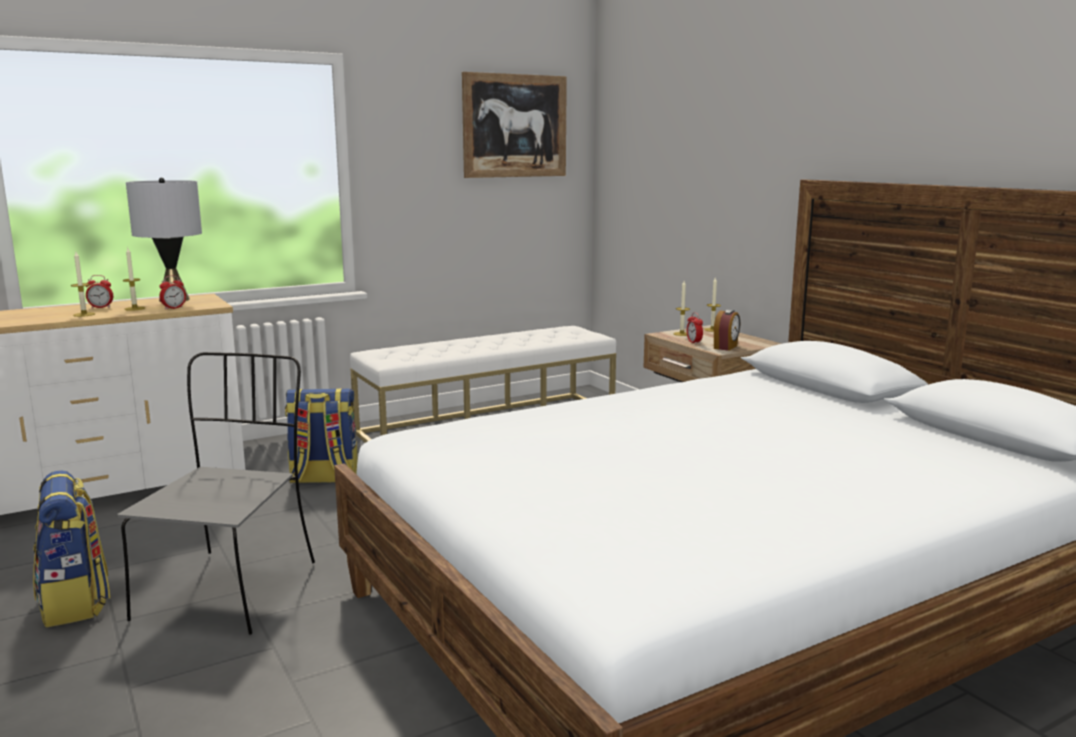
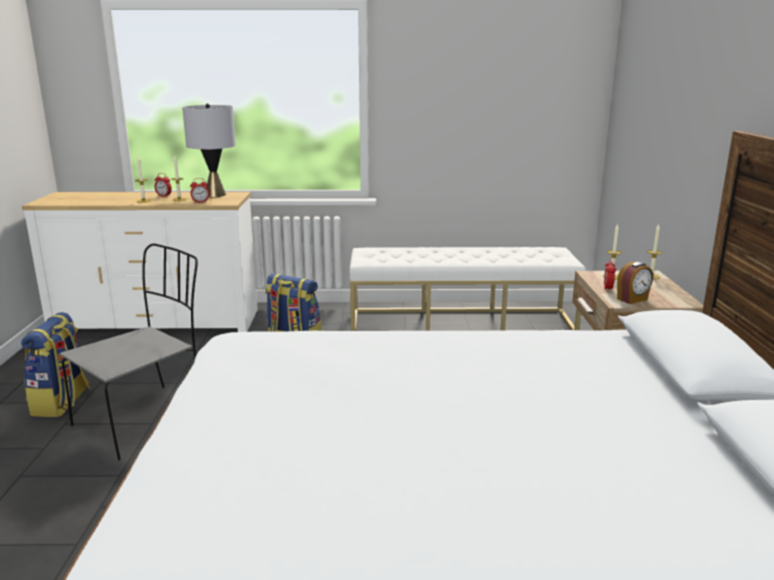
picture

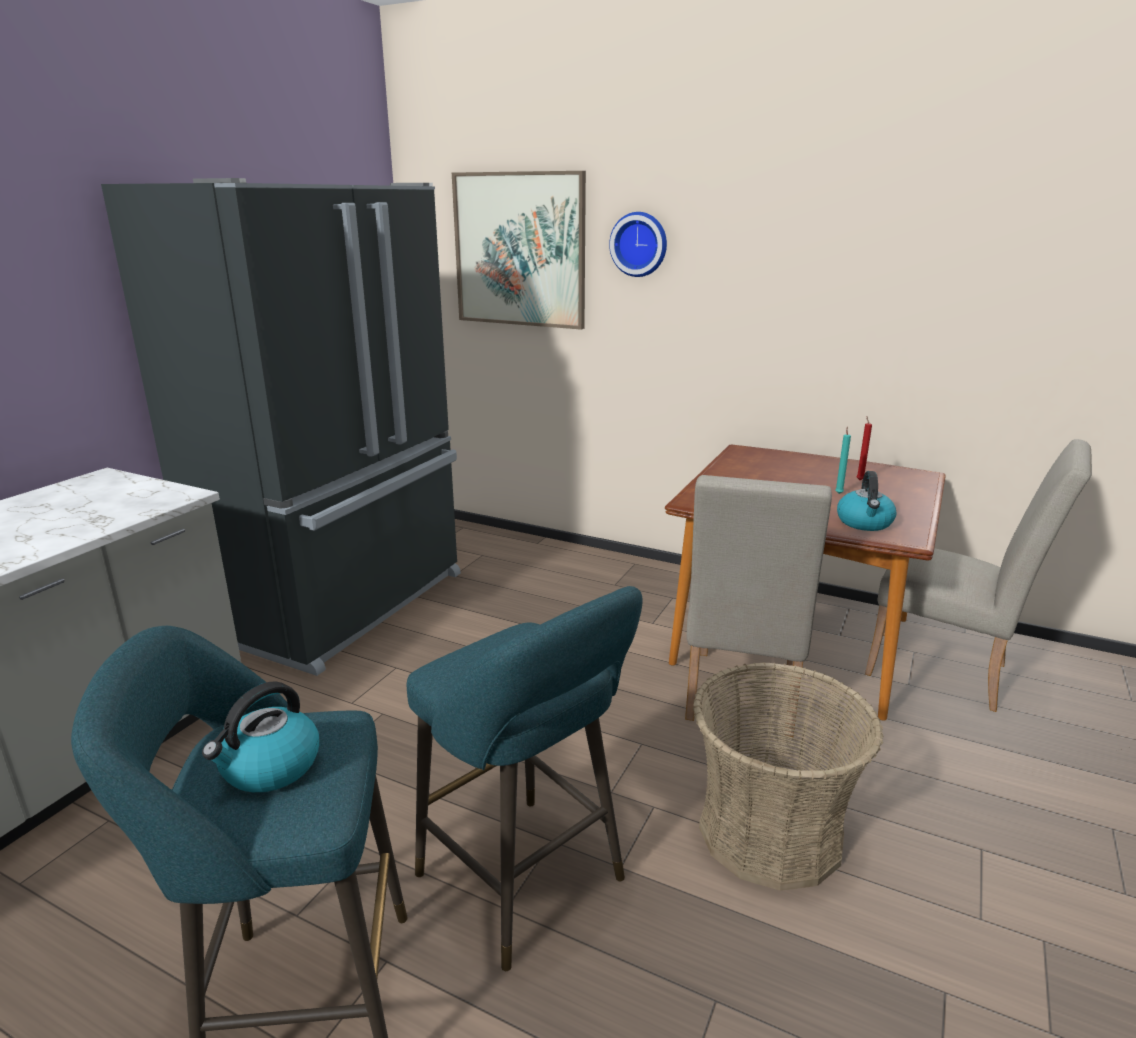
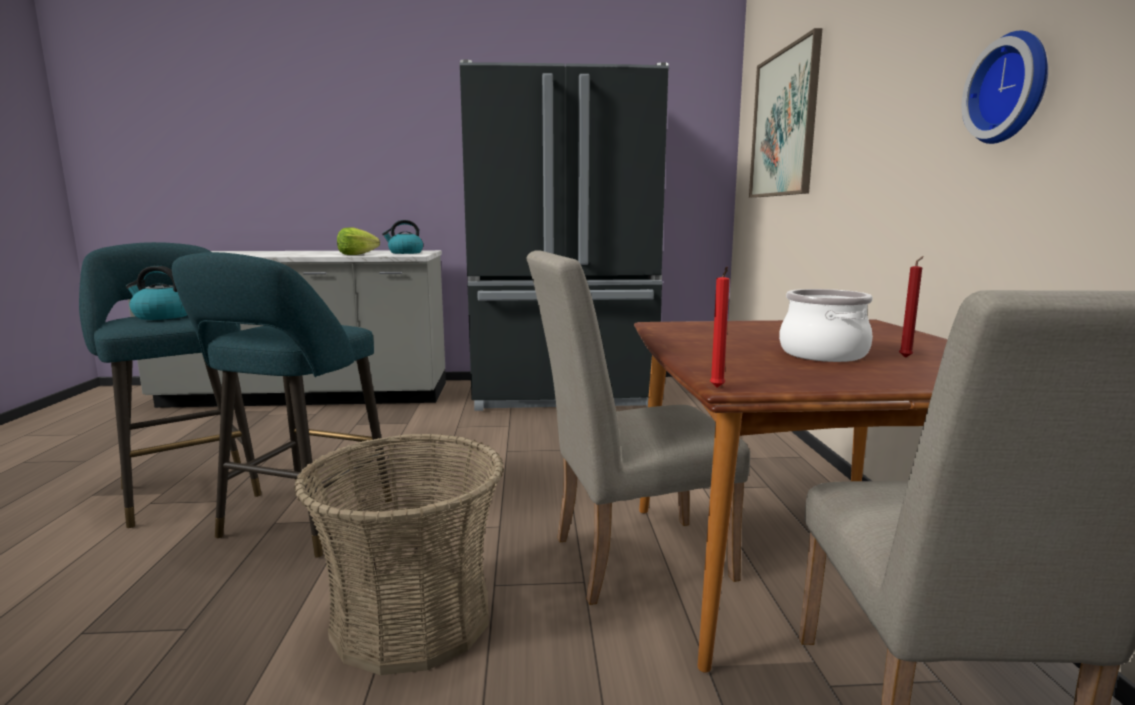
lettuce
red candle (no. 1 from left)
wall clock
kettle (no. 2 from left)
cooking pot

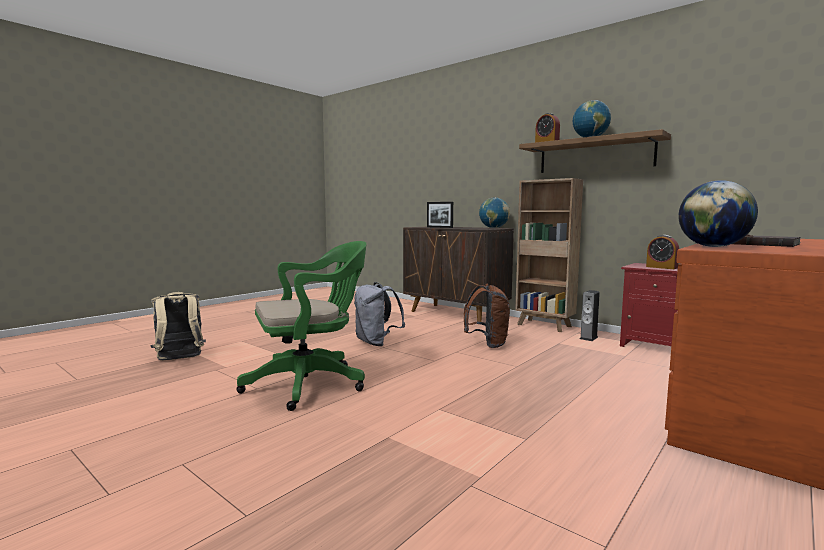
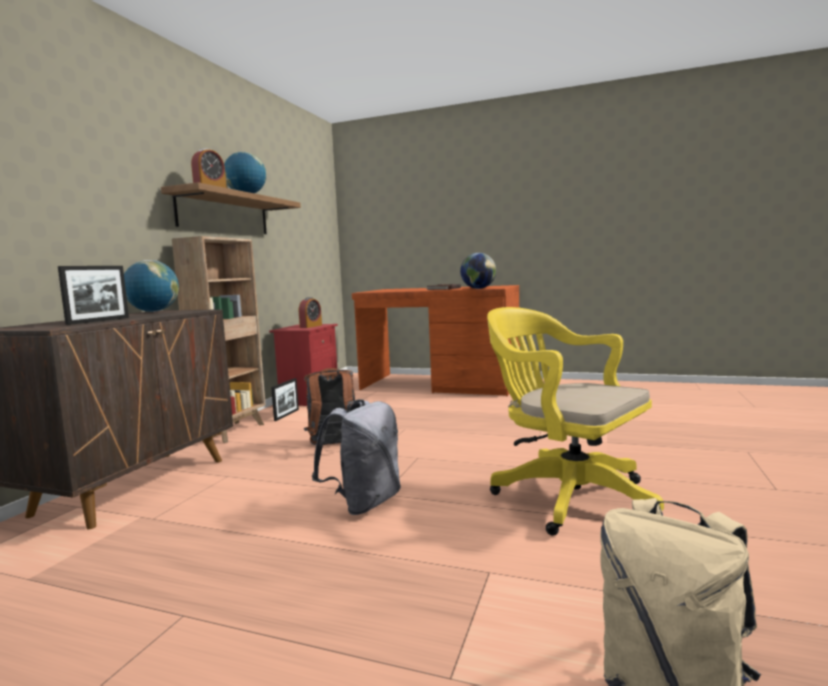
picture frame (no. 2 from left)
yellow office chair

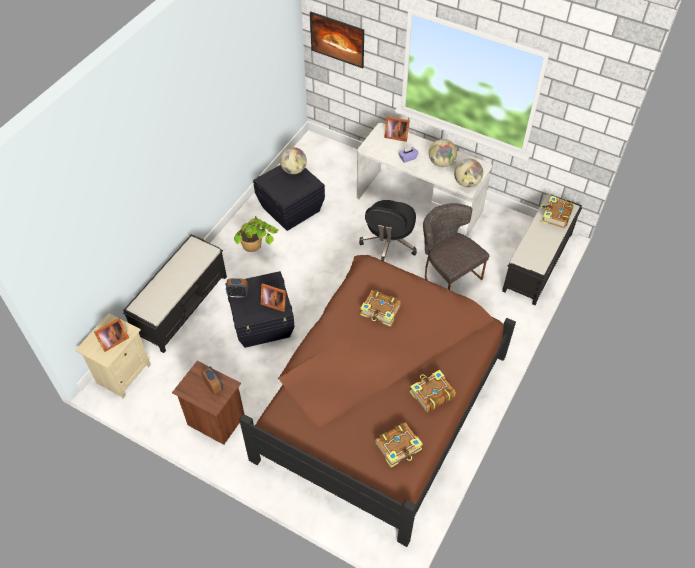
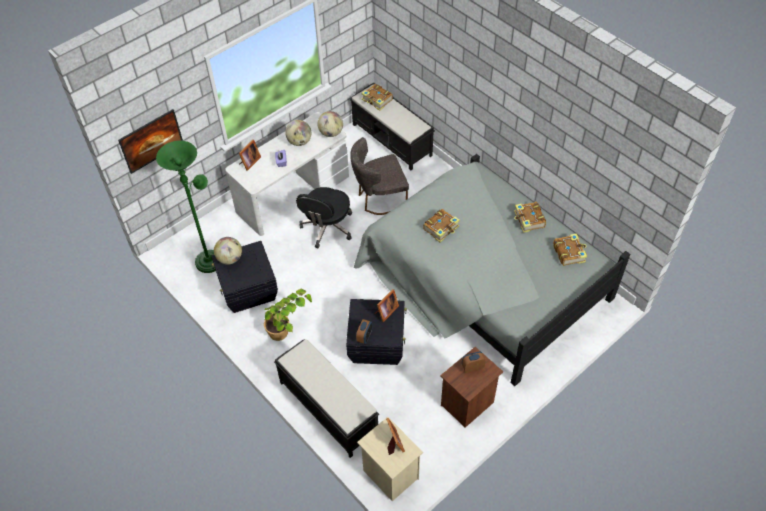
green floor lamp
grey bed
black office chair

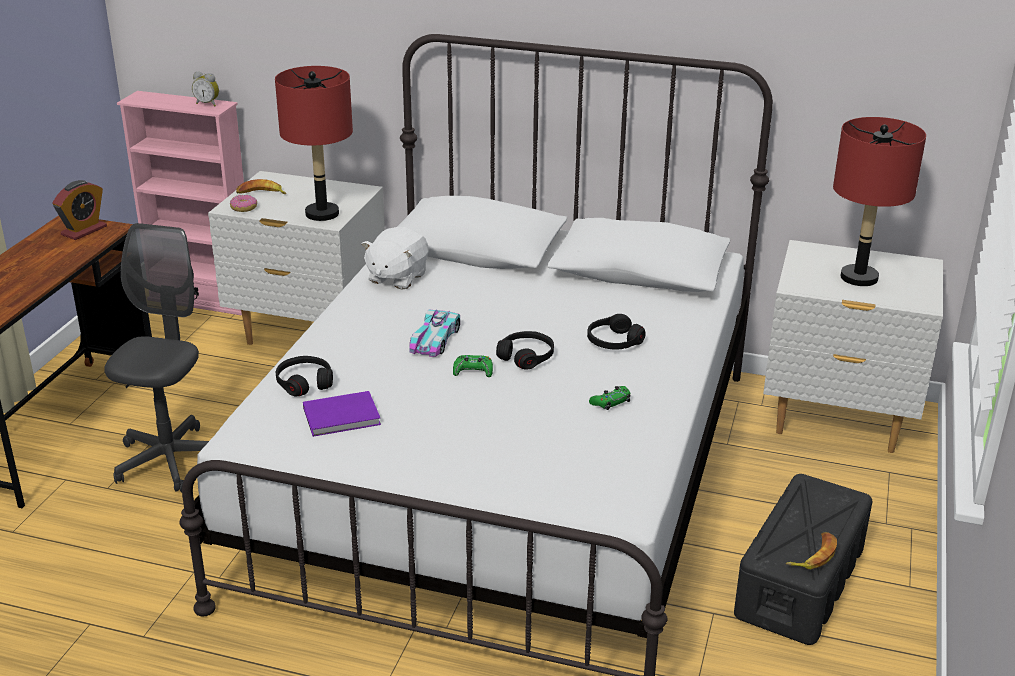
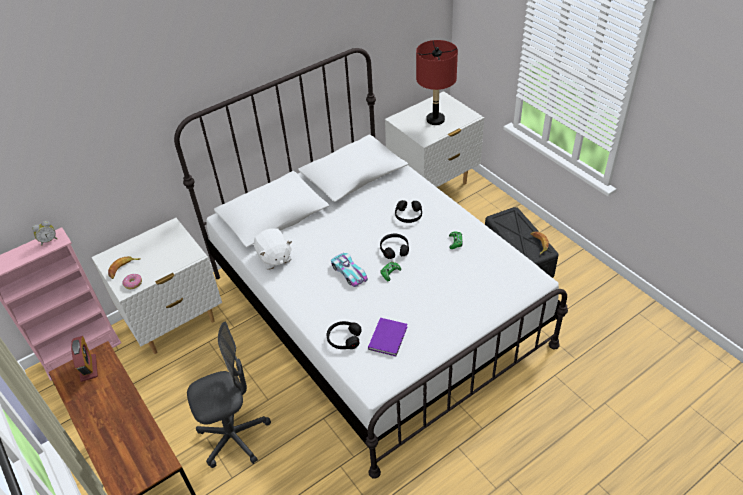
red table lamp (no. 1 from left in the first image)
grey office chair

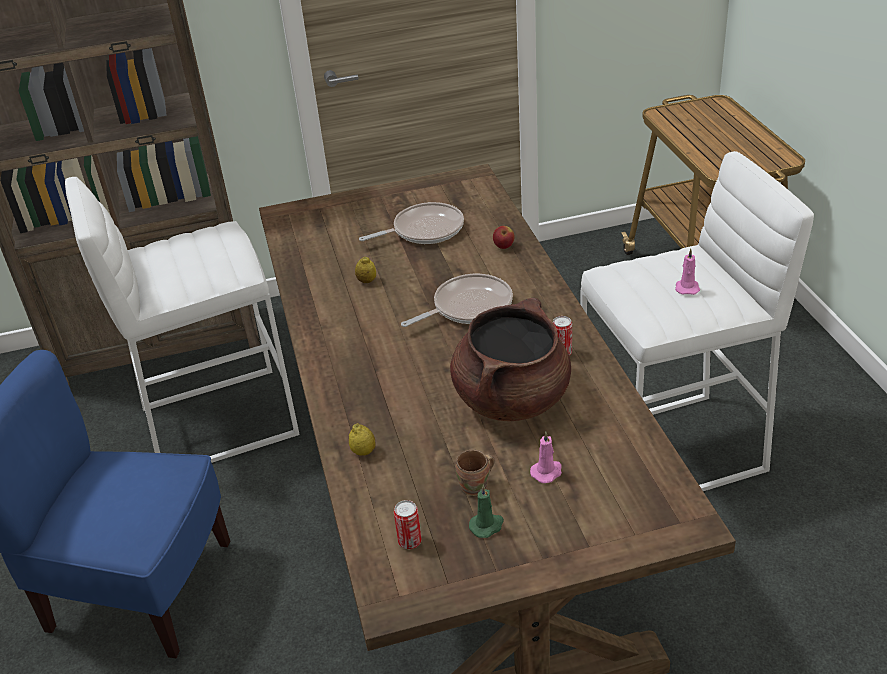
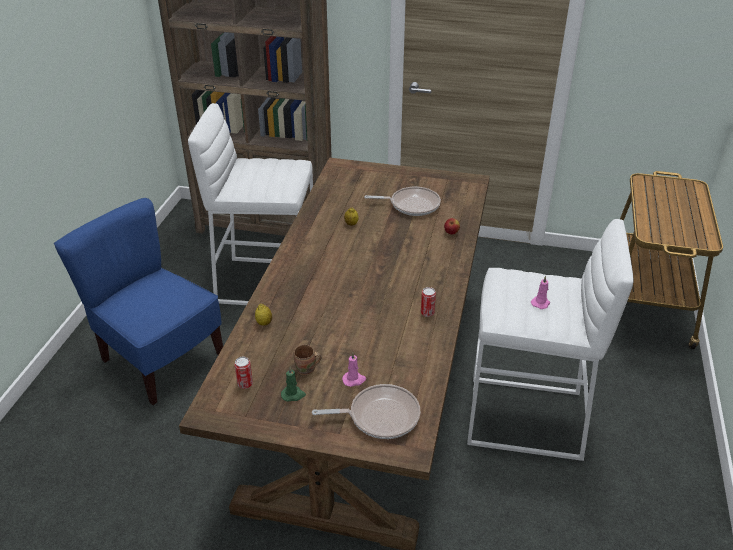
brown cooking pot
frying pan (no. 1 from left)

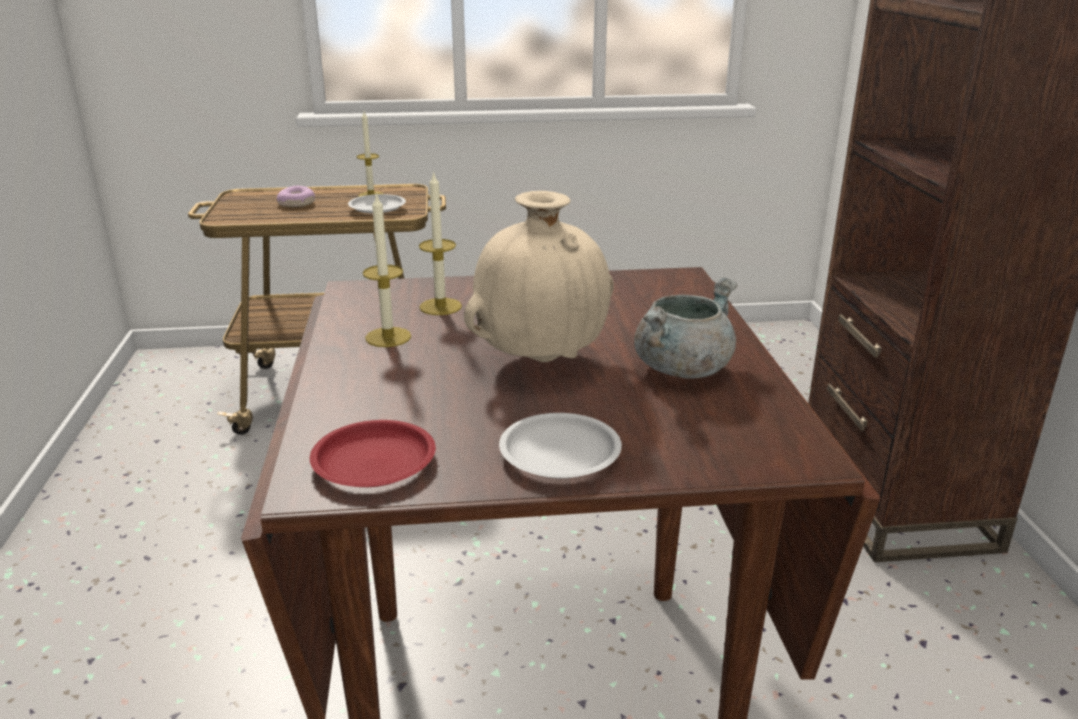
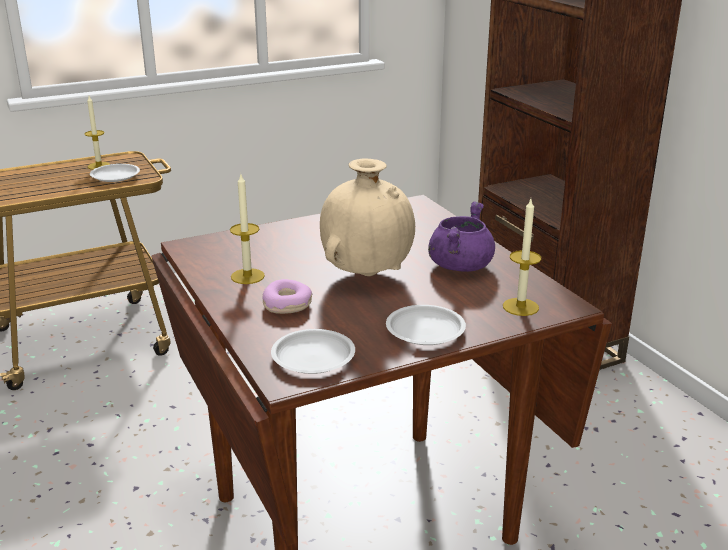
donut
candle (no. 3 from left)
white plate (no. 2 from left)
purple cooking pot

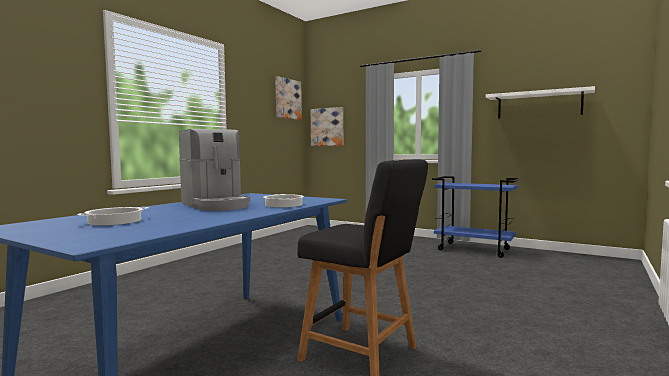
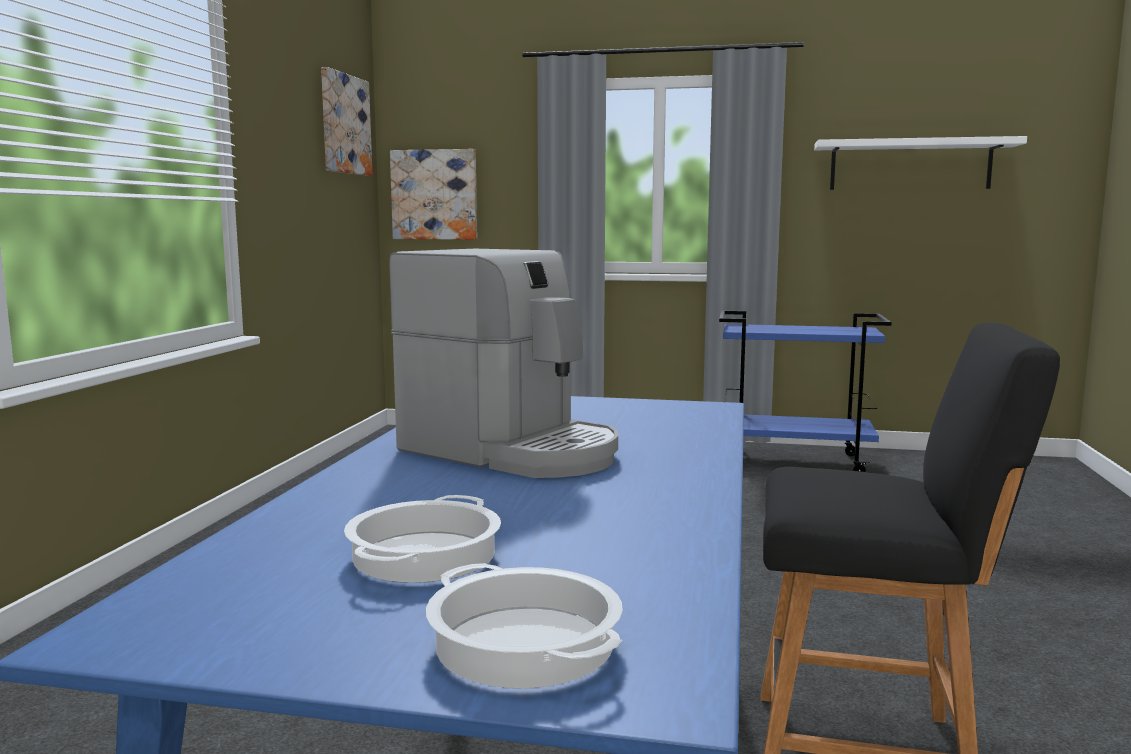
cooking pot (no. 2 from left)

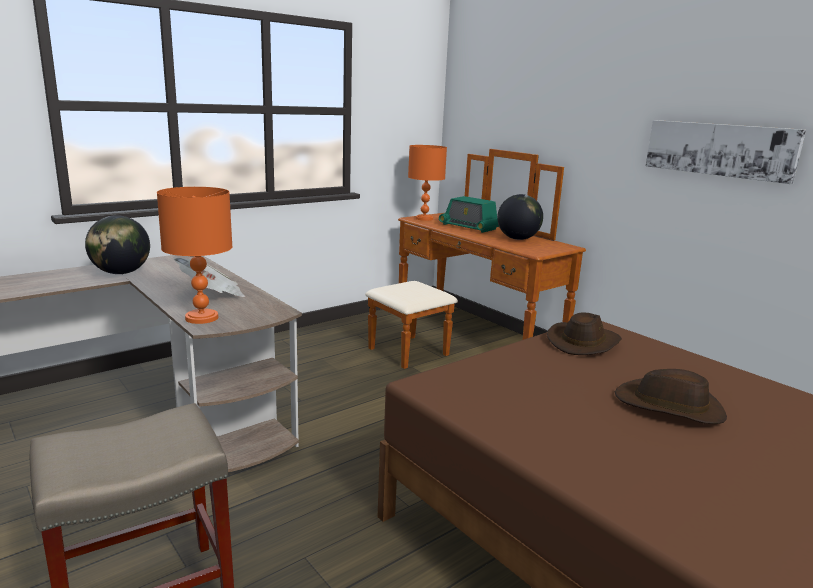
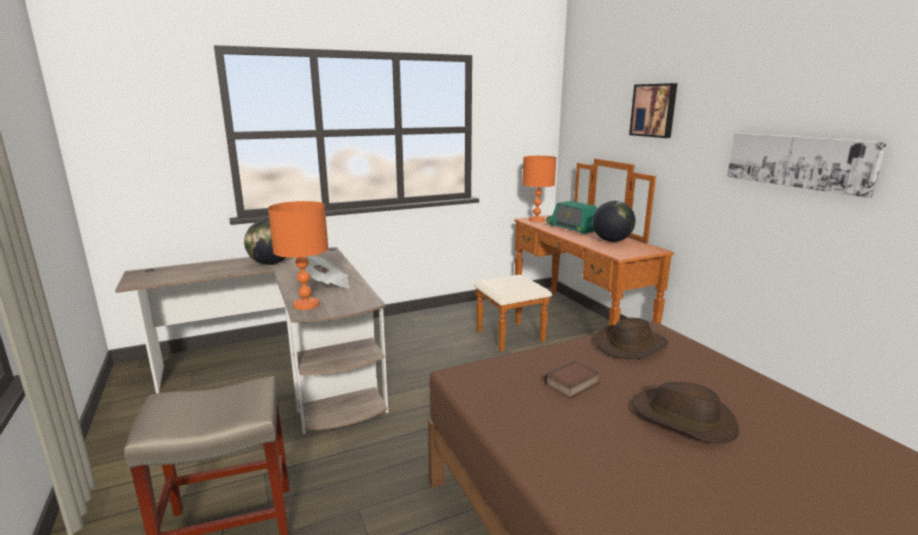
book
picture (no. 1 from left)

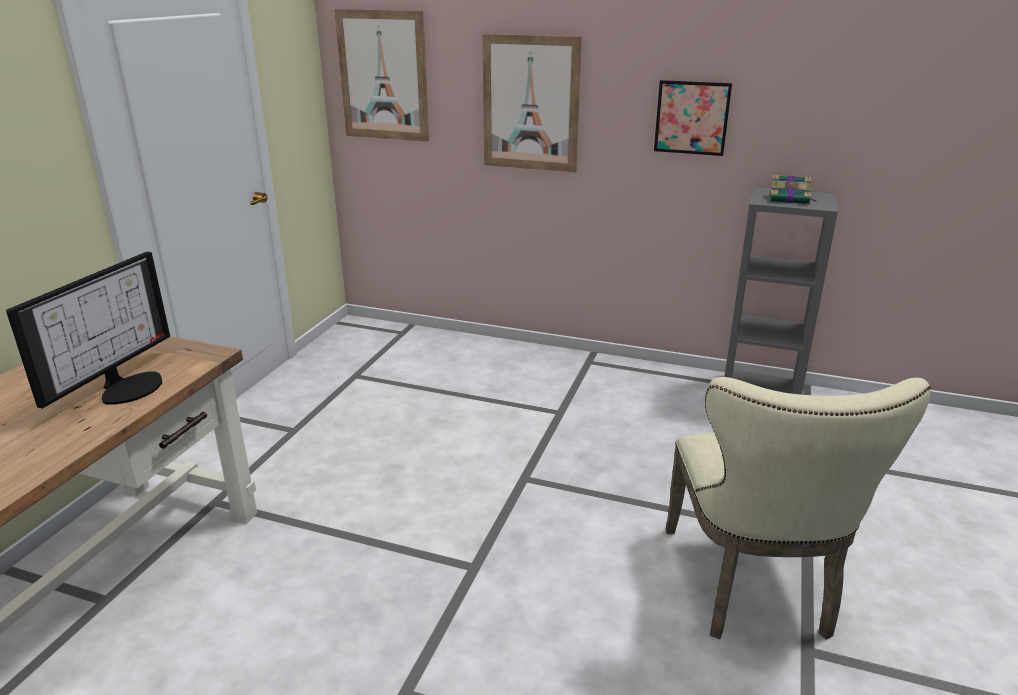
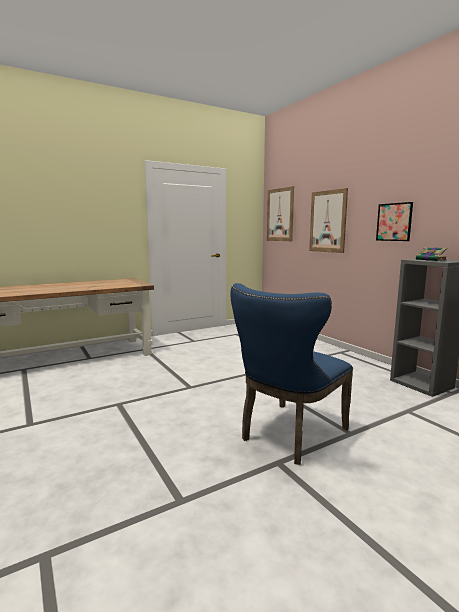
monitor
blue chair

